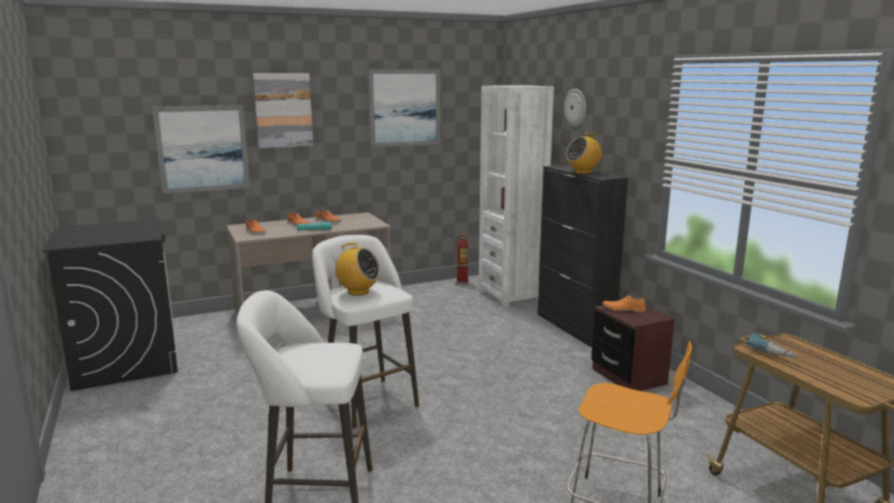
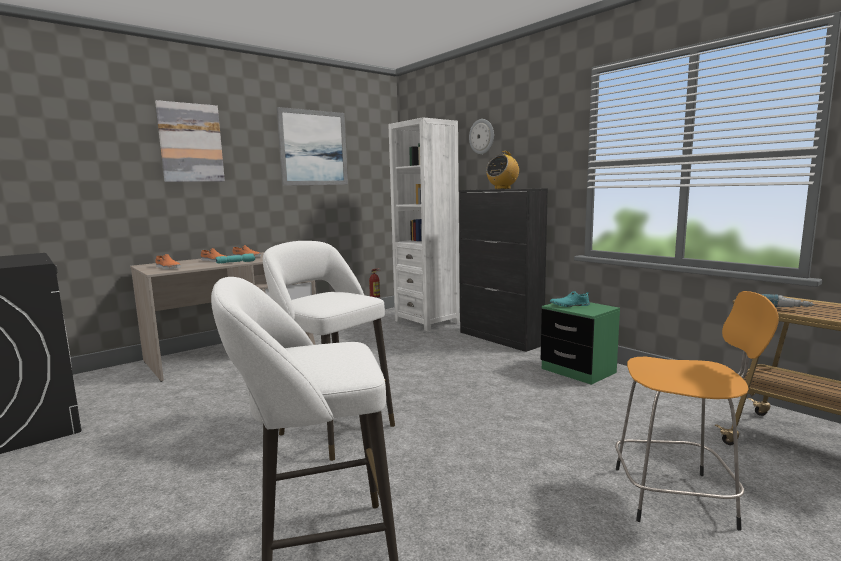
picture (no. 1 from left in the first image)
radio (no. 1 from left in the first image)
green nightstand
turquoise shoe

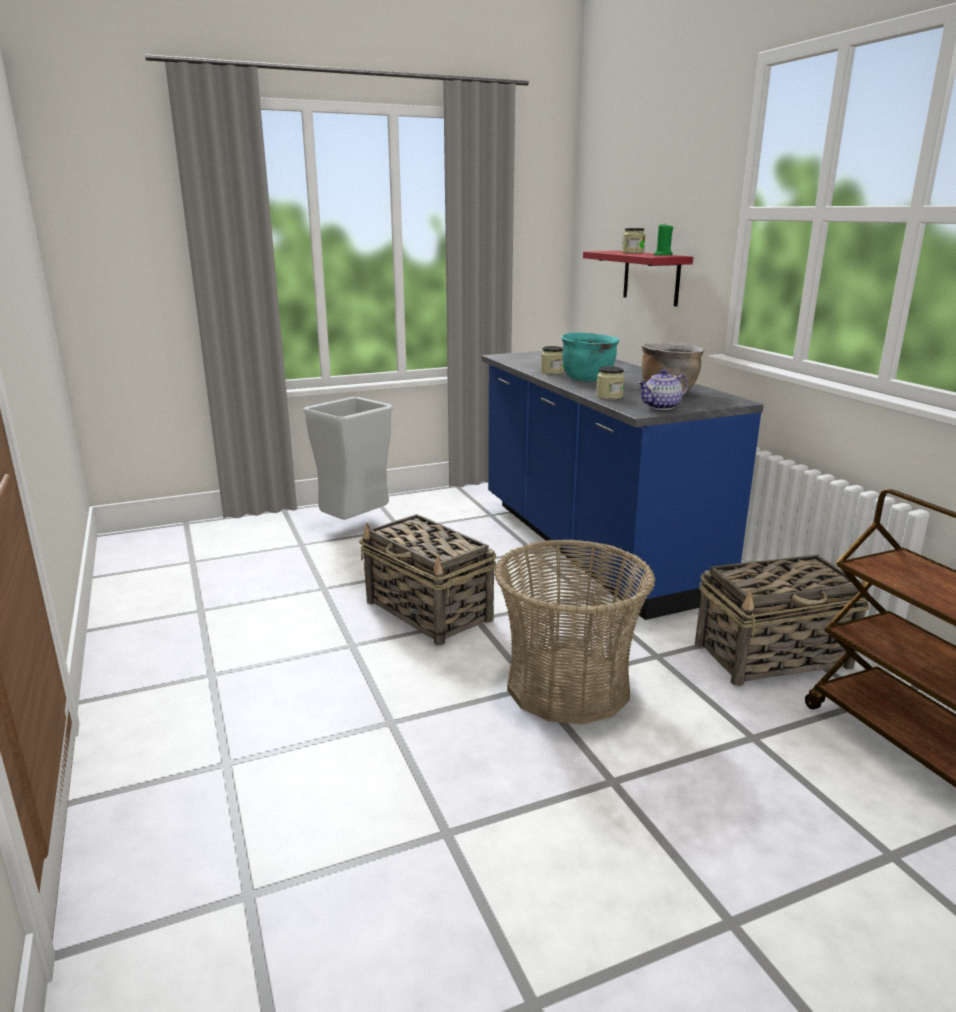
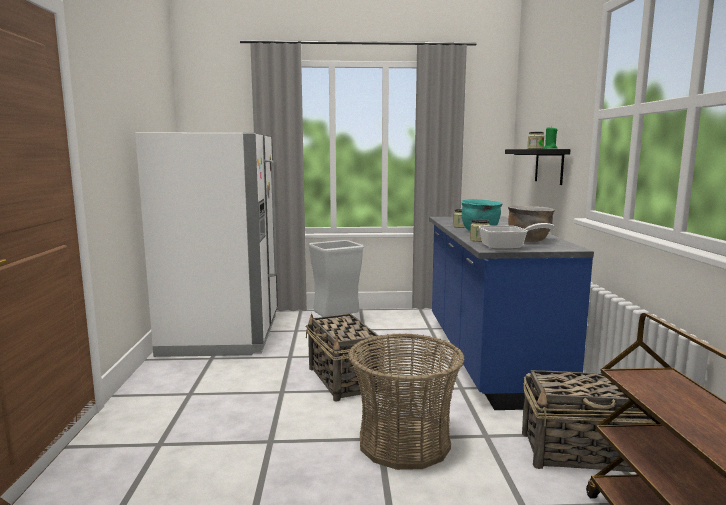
white fridge
frying pan
black shelf

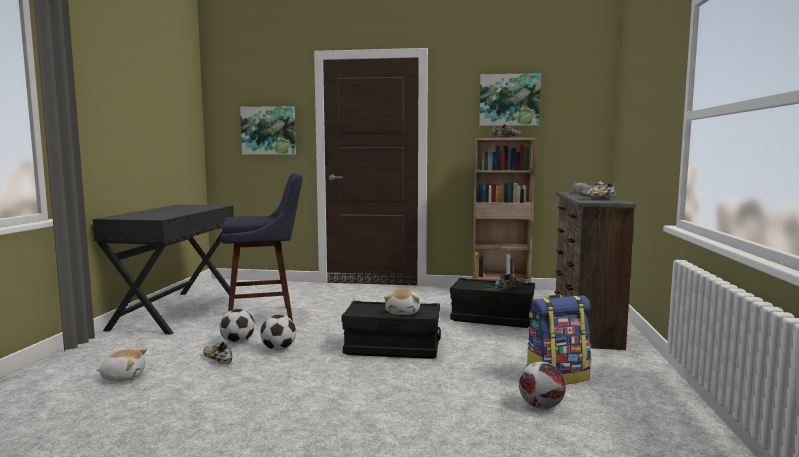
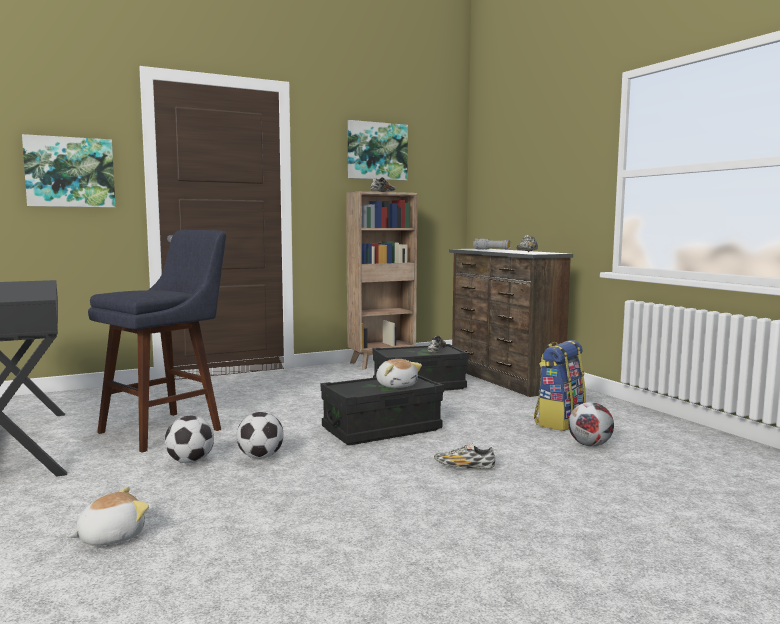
shoe (no. 3 from left)

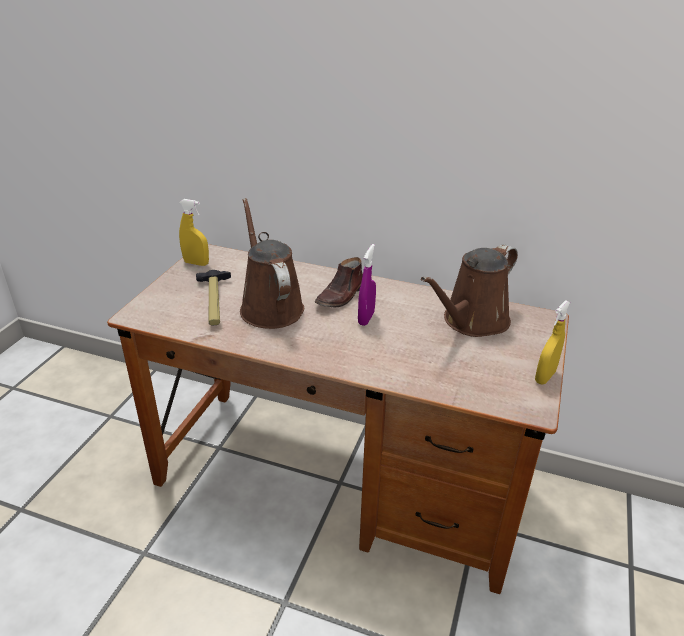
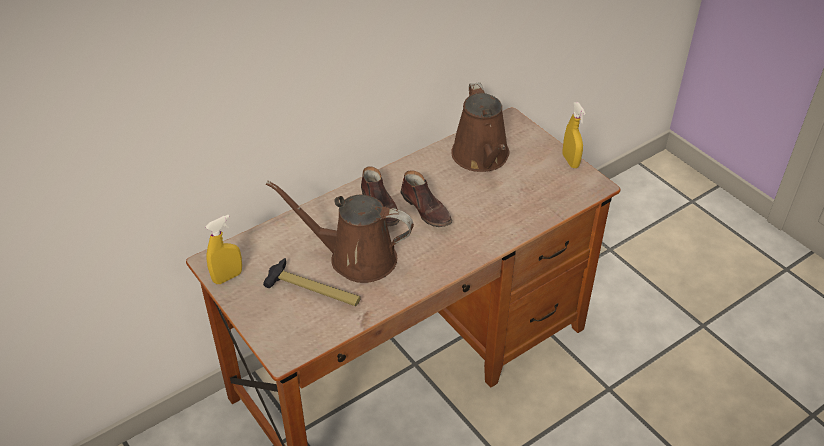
brown shoe (no. 2 from left)

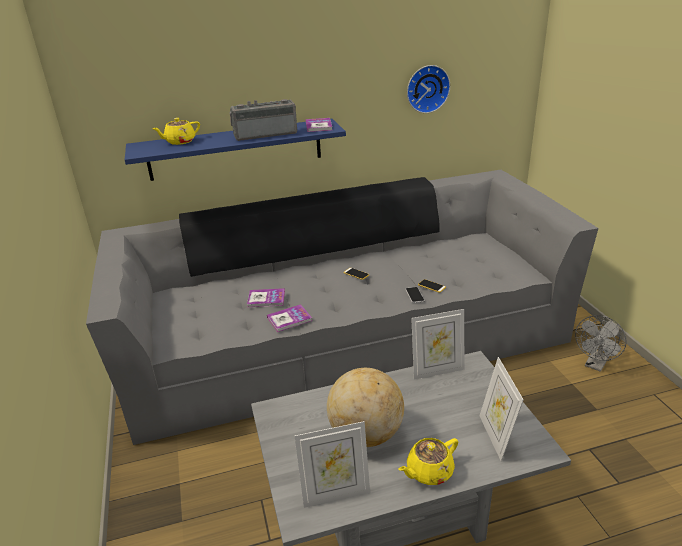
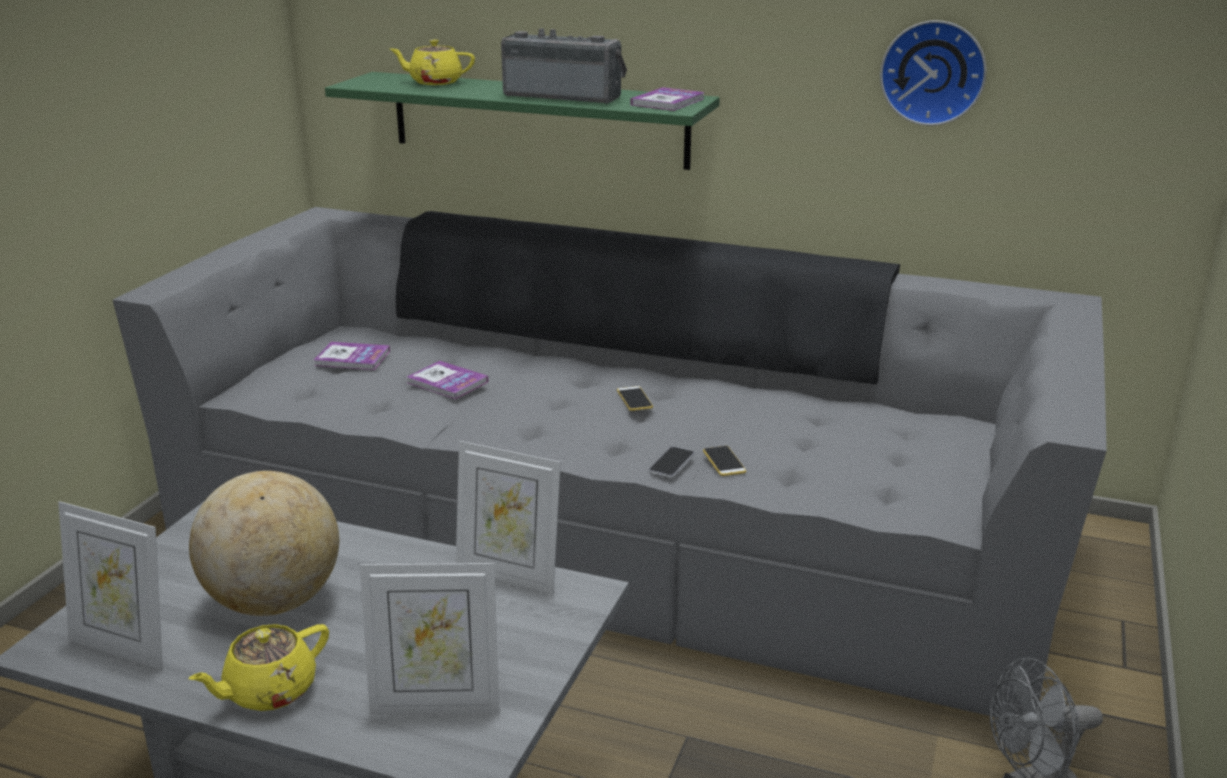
book (no. 1 from left)
green shelf
yellow teapot (no. 1 from left)
picture frame (no. 2 from left)

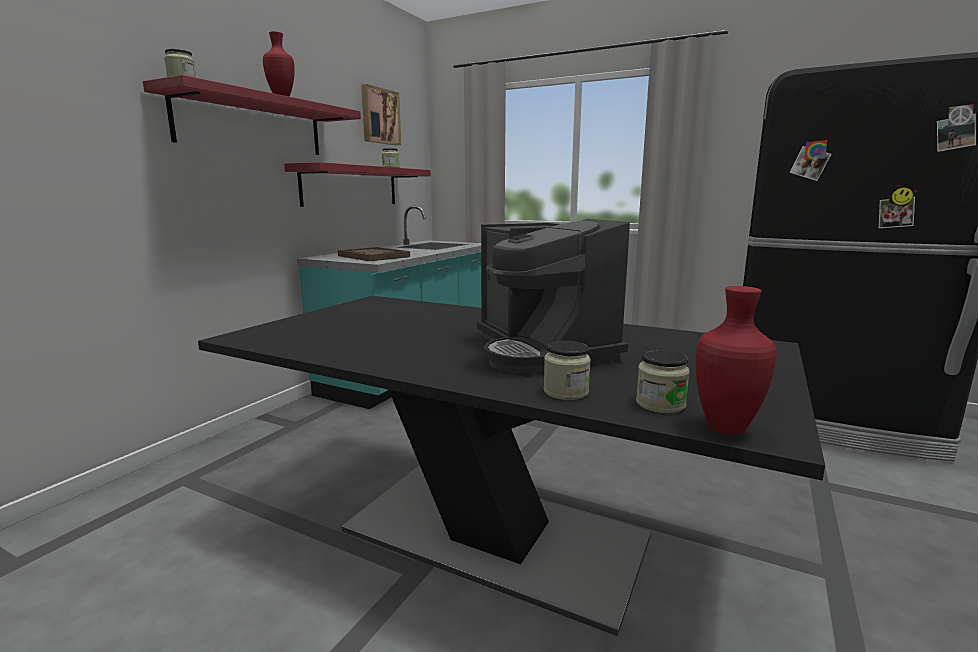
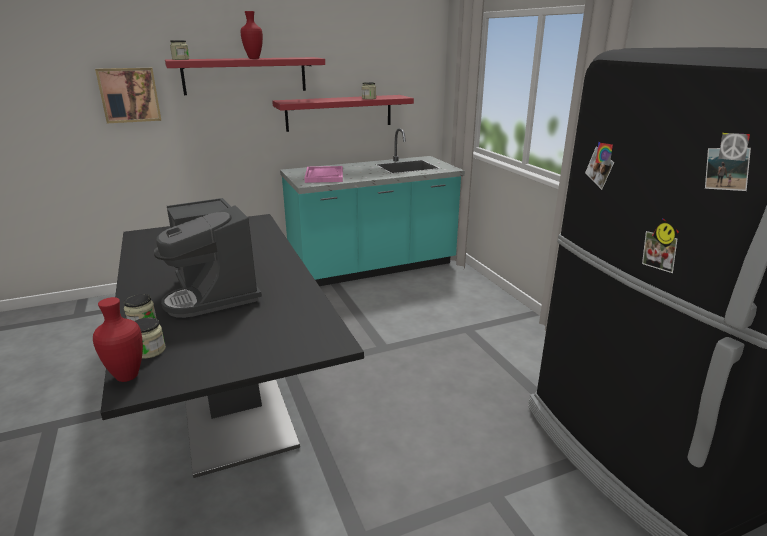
picture
pink tray
coffee machine

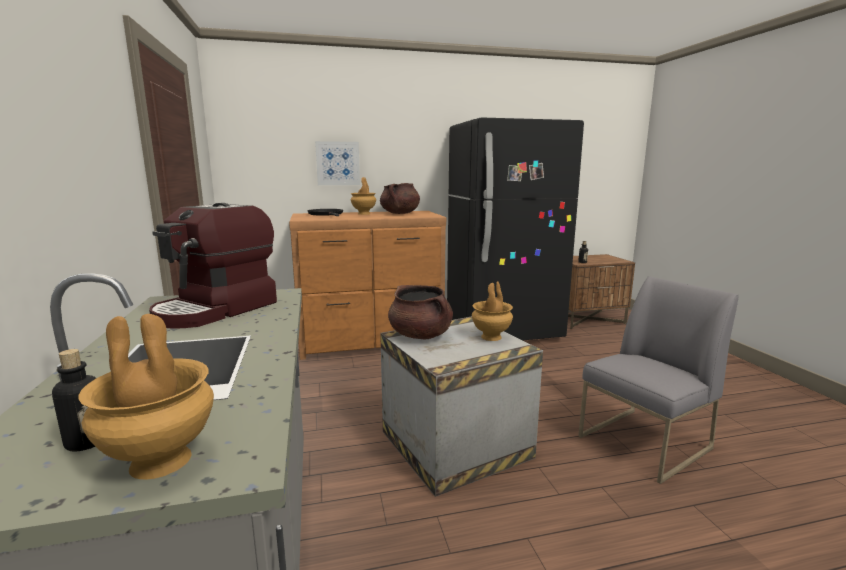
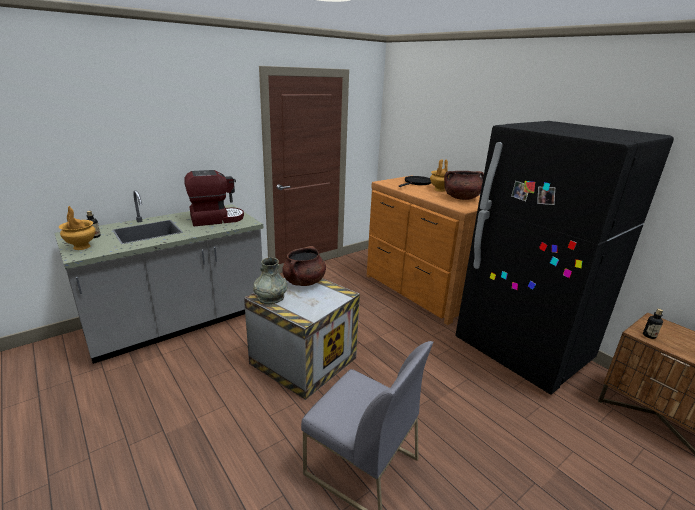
picture
brown vase (no. 3 from left in the first image)
grey vase
coffee machine

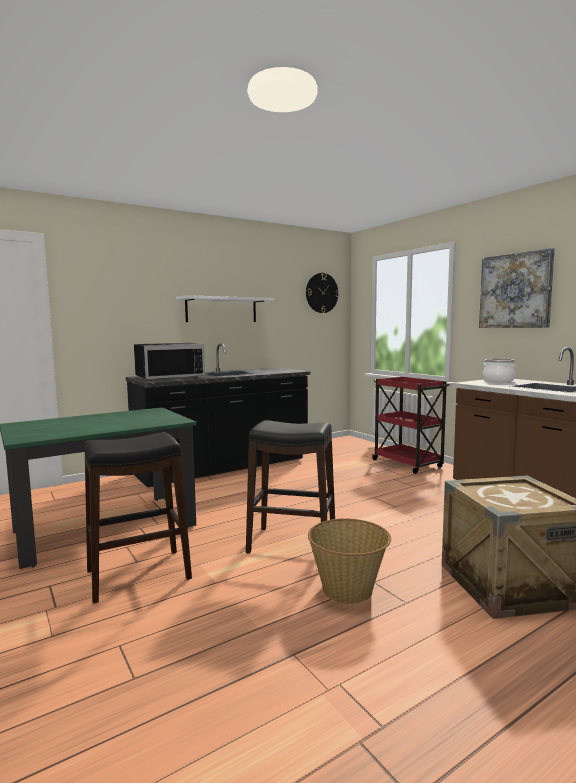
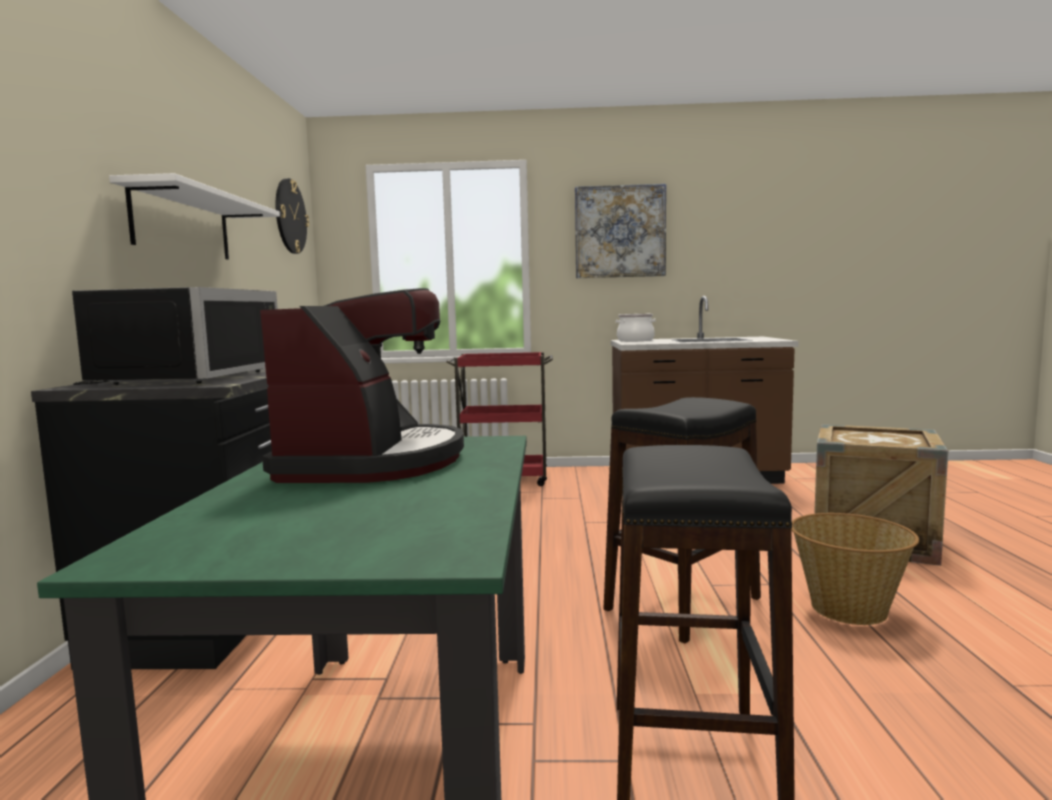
coffee machine

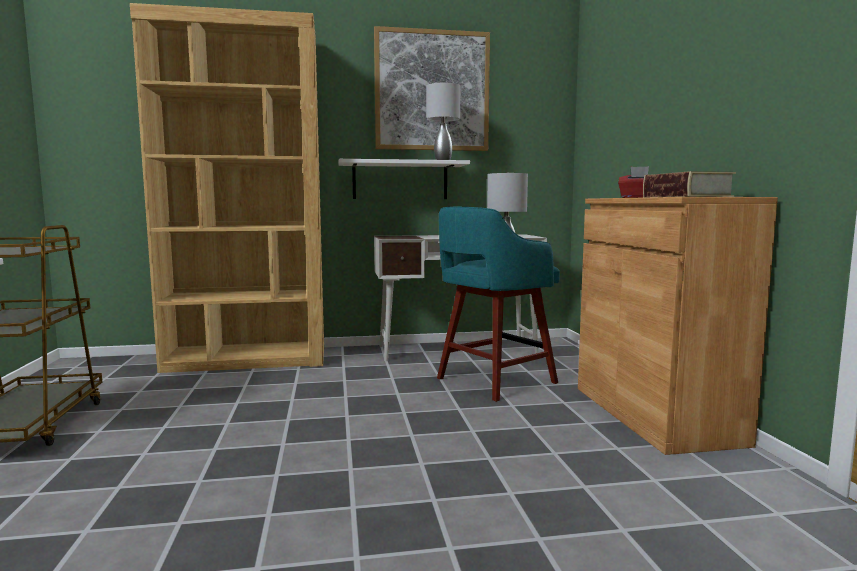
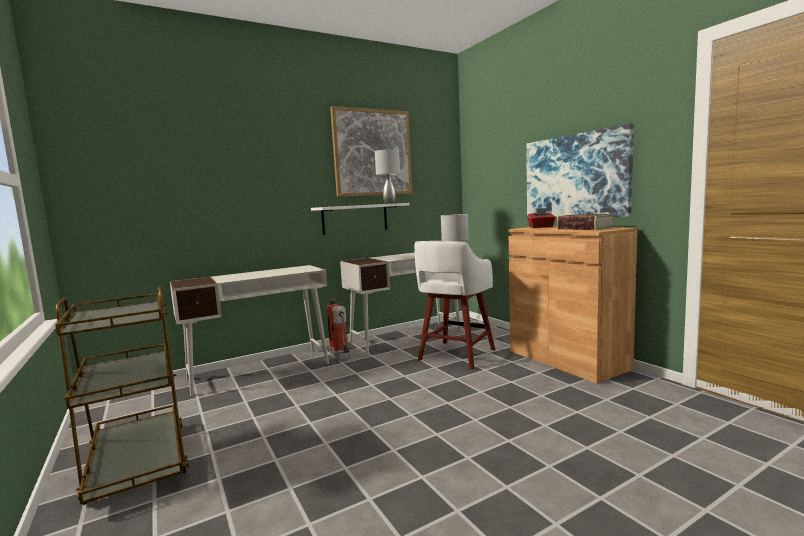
fire extinguisher
picture (no. 2 from left)
white desk (no. 1 from left)
white stool

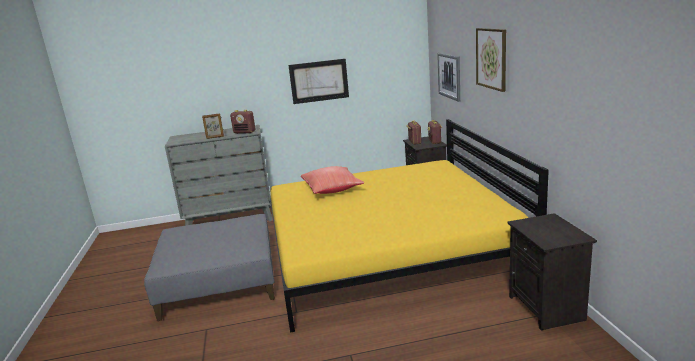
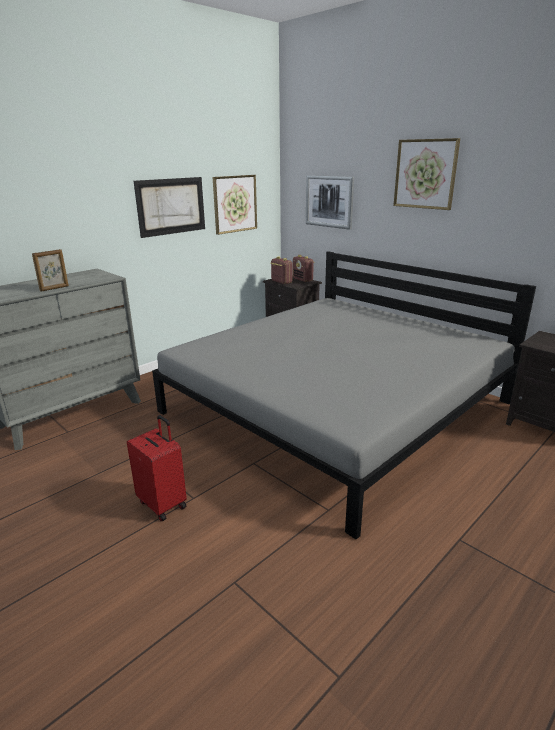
radio (no. 1 from left in the first image)
red pillow
picture (no. 2 from left)
red suitcase
grey bed

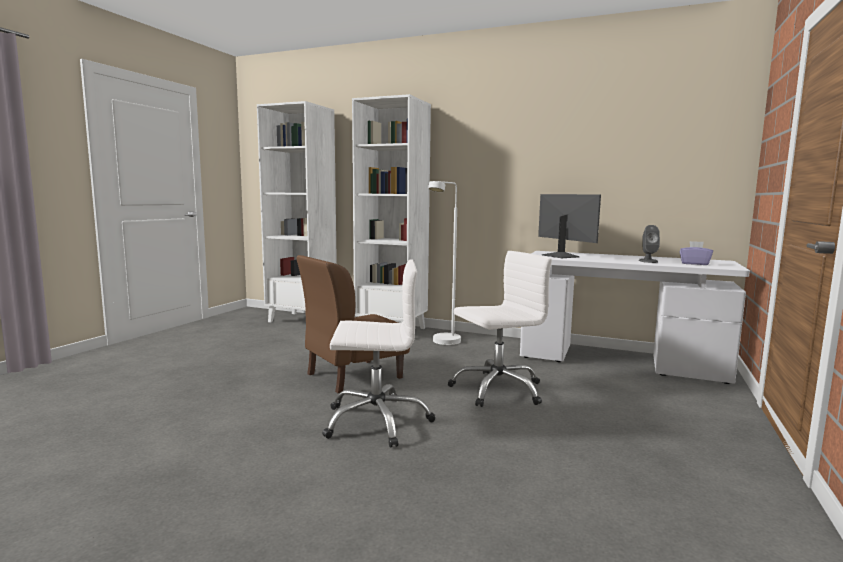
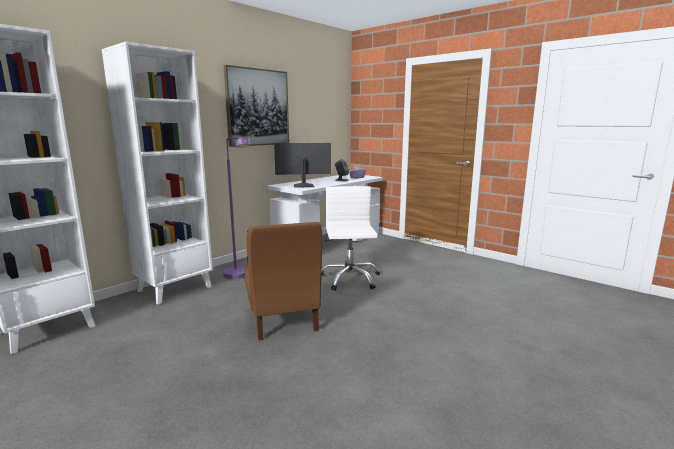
white office chair (no. 1 from left in the first image)
picture
purple floor lamp

